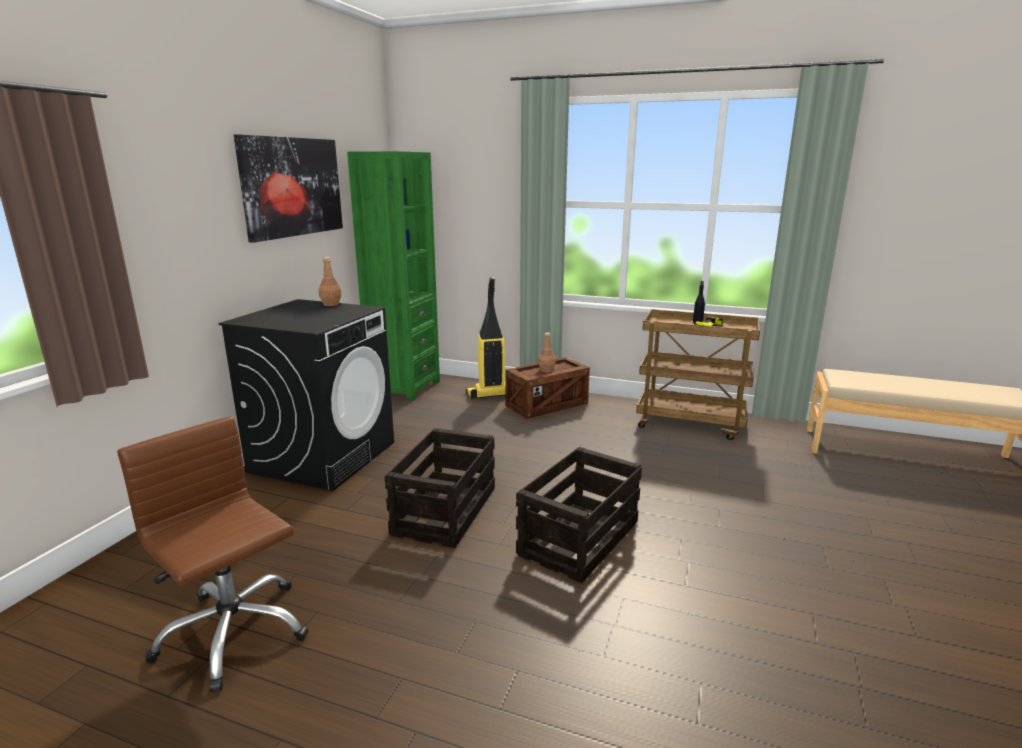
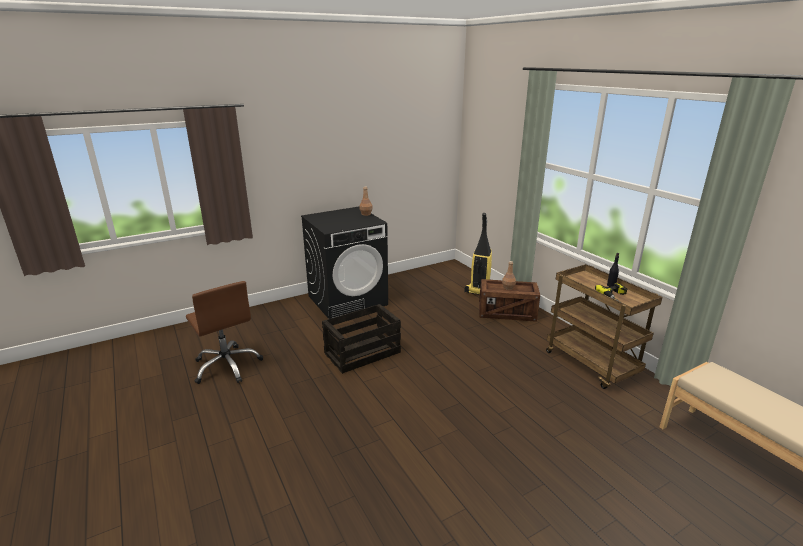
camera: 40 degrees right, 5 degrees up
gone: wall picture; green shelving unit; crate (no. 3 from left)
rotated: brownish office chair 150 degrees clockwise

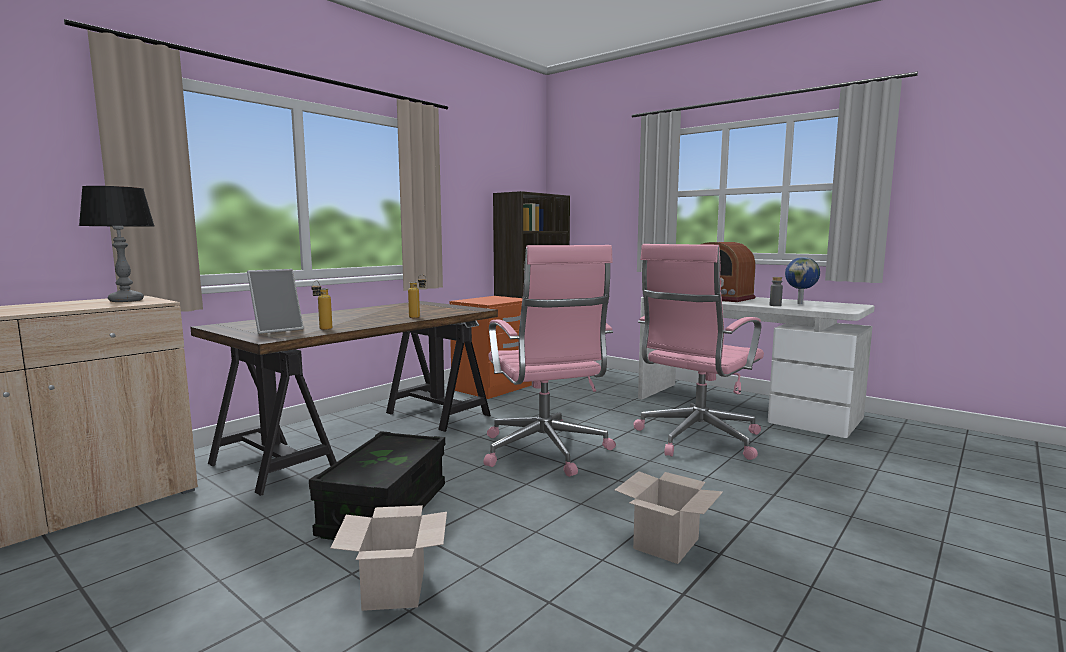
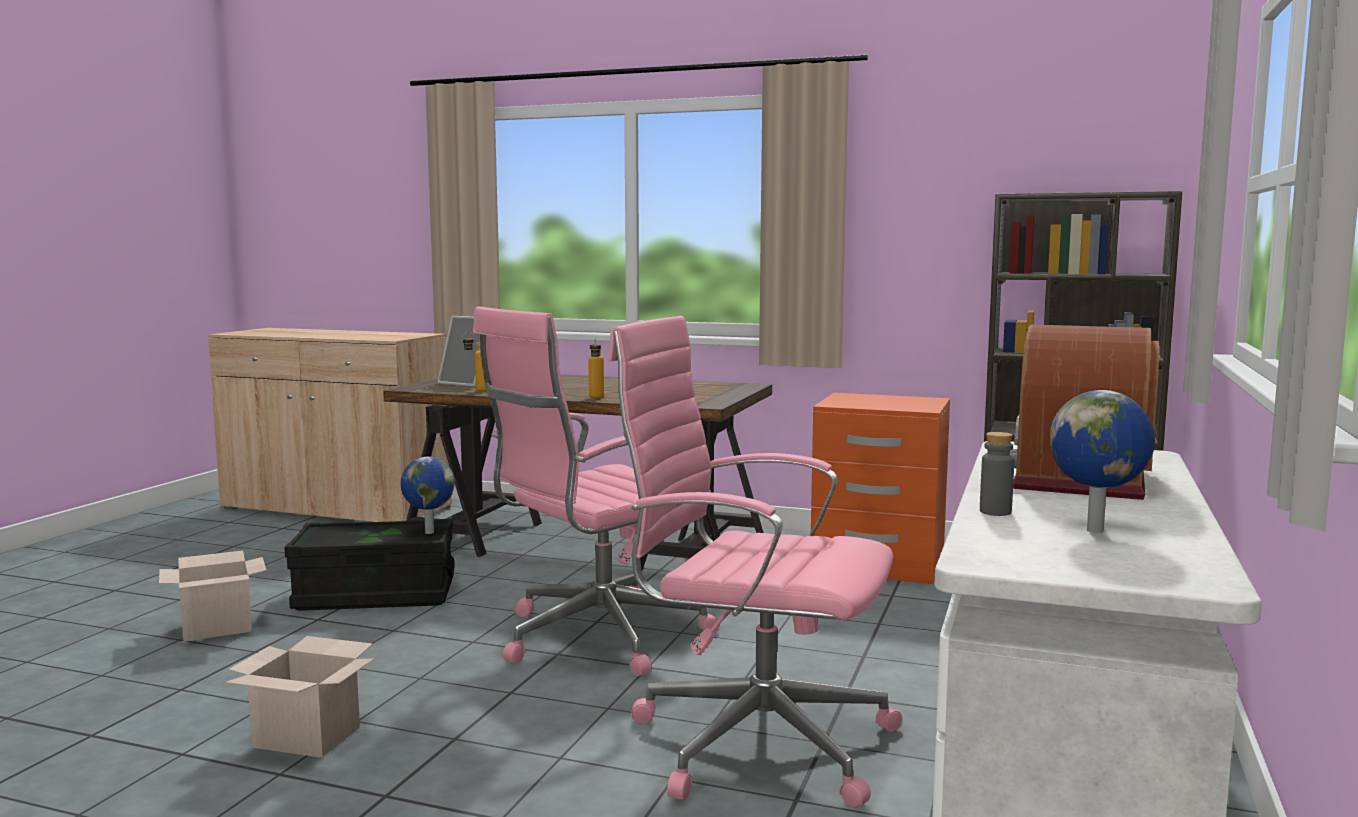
camera: 70 degrees right, 0 degrees up
gone: lamp for a table
new: globe (no. 1 from left)

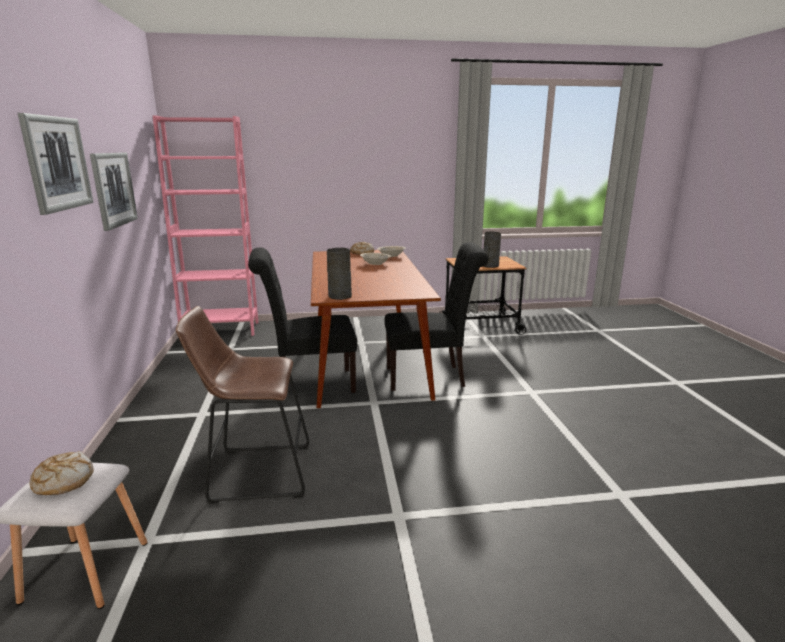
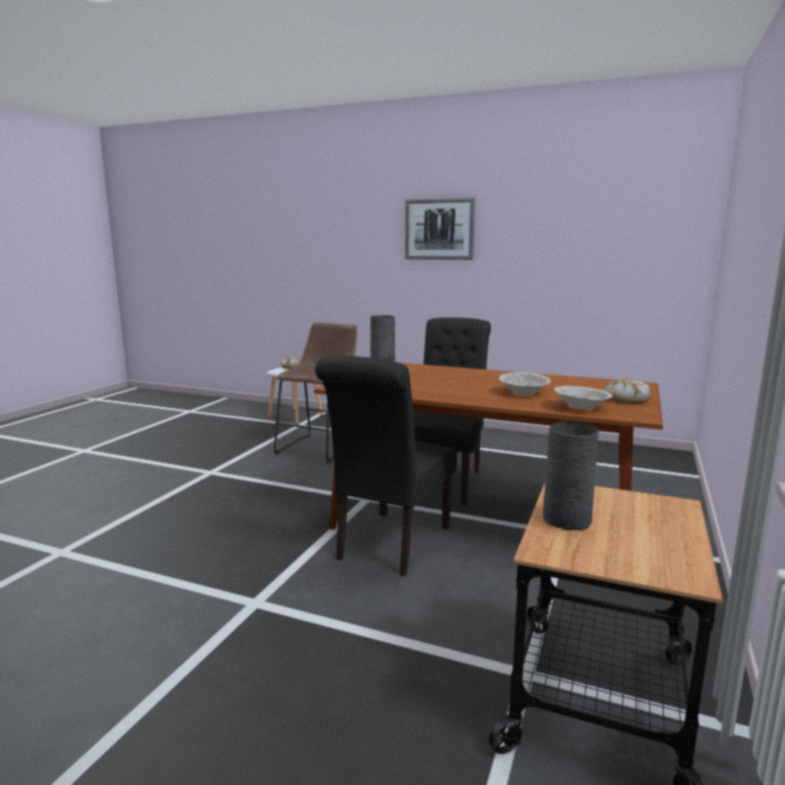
camera: 120 degrees right, 5 degrees down
gone: pink shelving unit; wall picture (no. 2 from left)

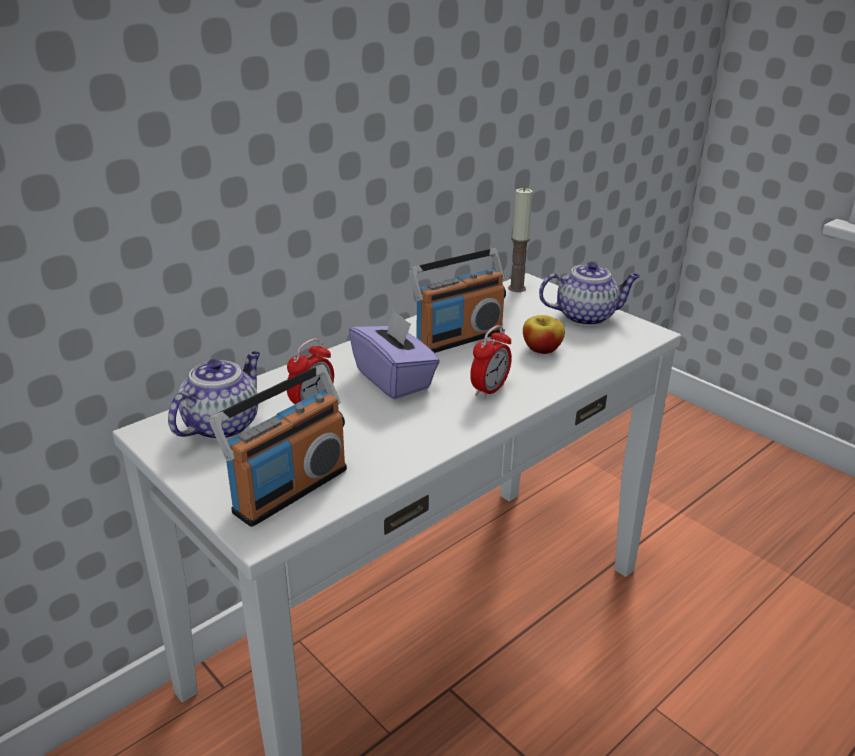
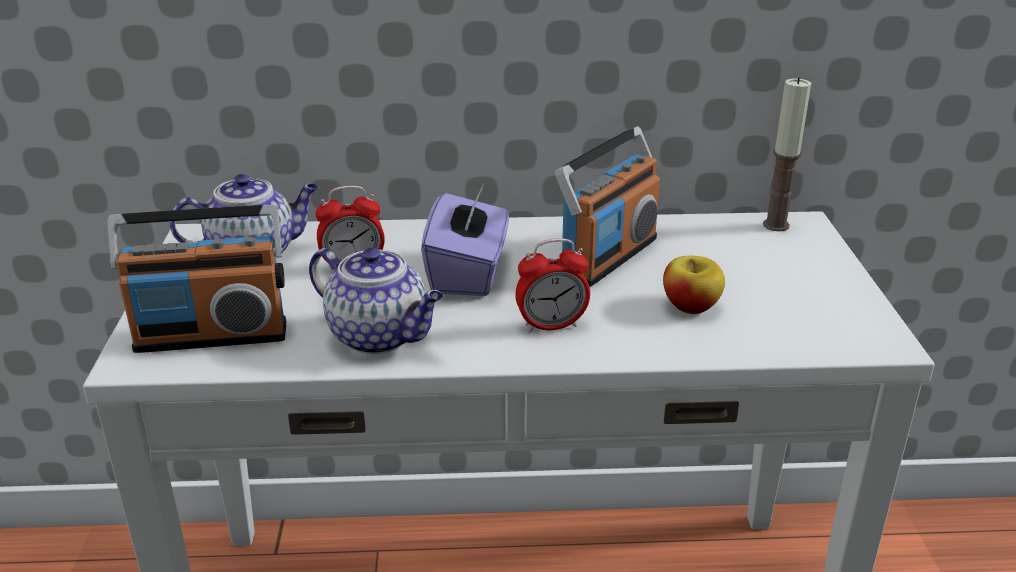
camera: 40 degrees right, 0 degrees up
shifted: tea pot (no. 2 from left)
rotated: radio set (no. 2 from left) 60 degrees counterclockwise

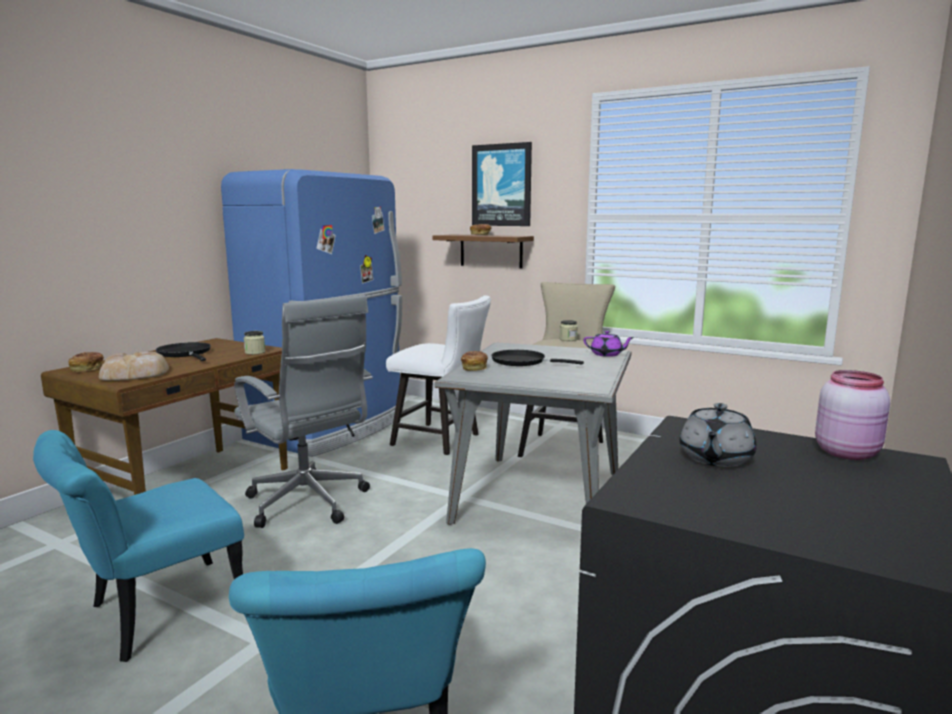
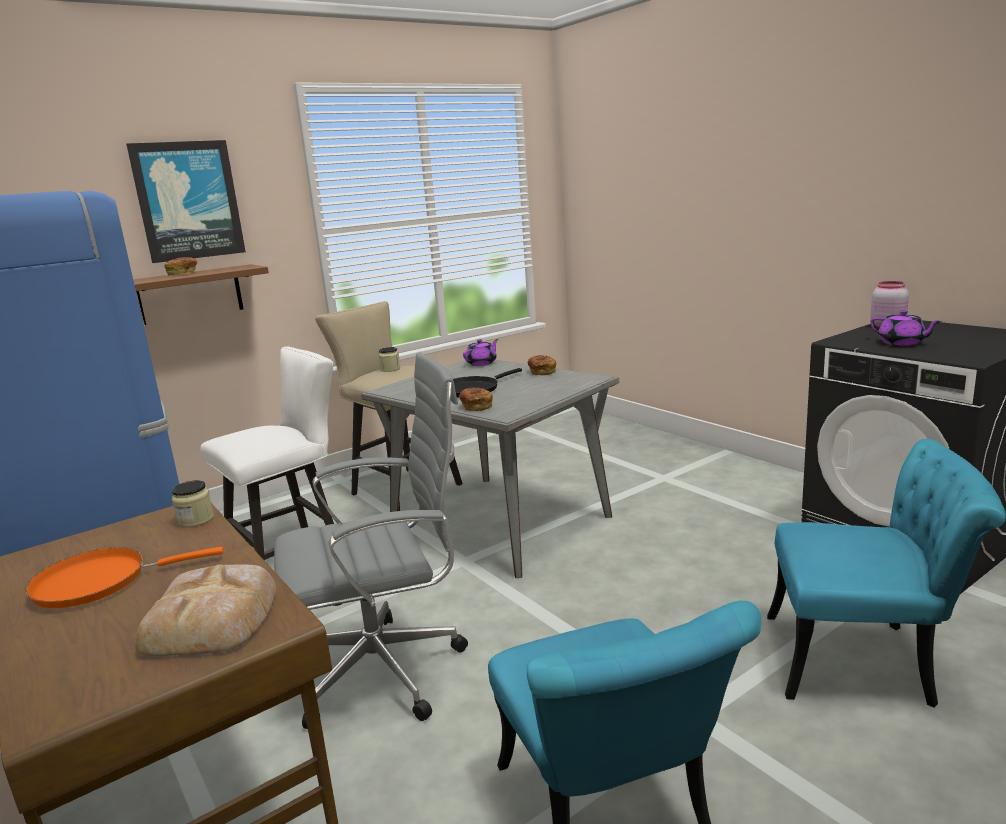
camera: 65 degrees left, 5 degrees up
shifted: bread (no. 1 from left in the first image) to bread (no. 4 from left)
repainted: black-coloured skillet (no. 1 from left) to orangey skillet; grey tea pot to purple-coloured tea pot (no. 2 from left)

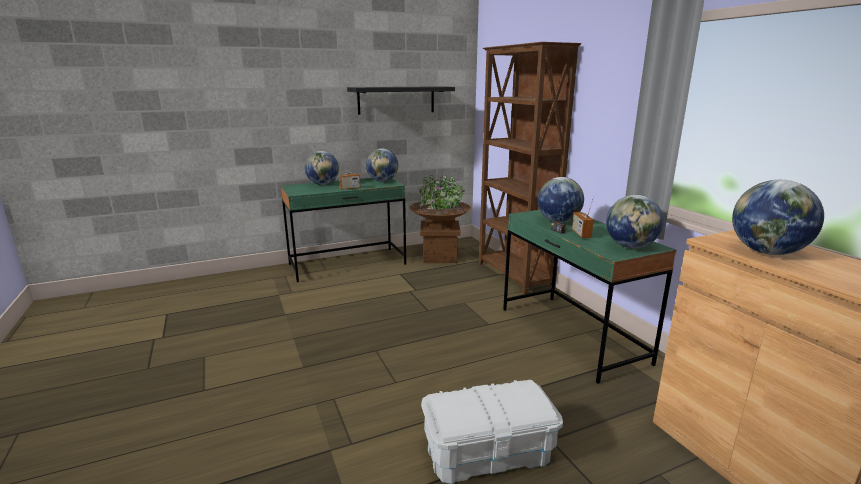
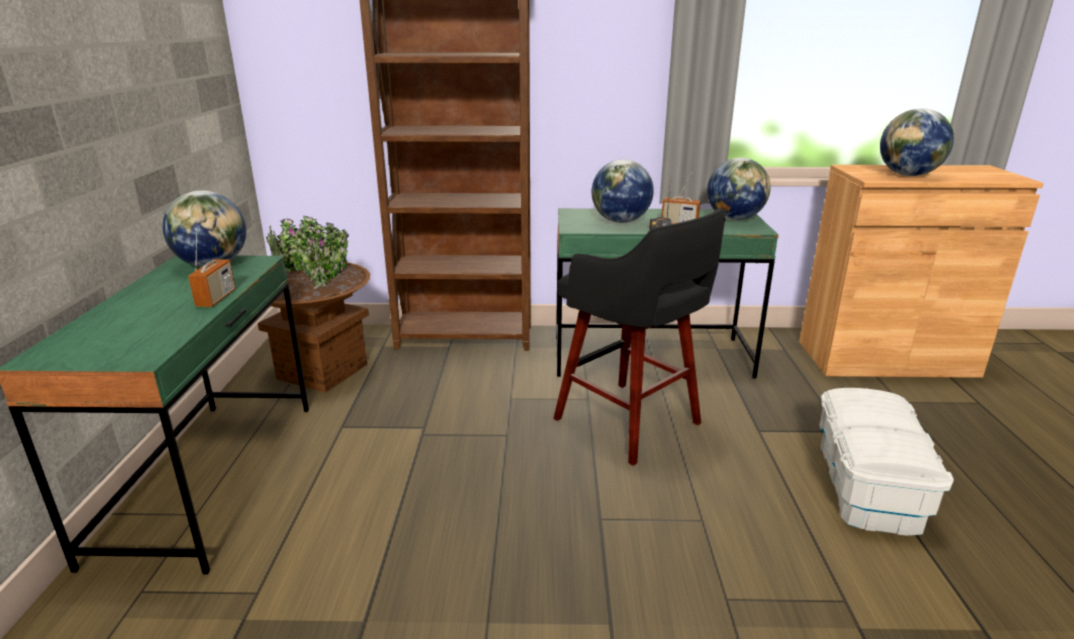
camera: 65 degrees left, 5 degrees up
gone: black-coloured shelf; globe (no. 1 from left)
new: black-coloured sitting stool

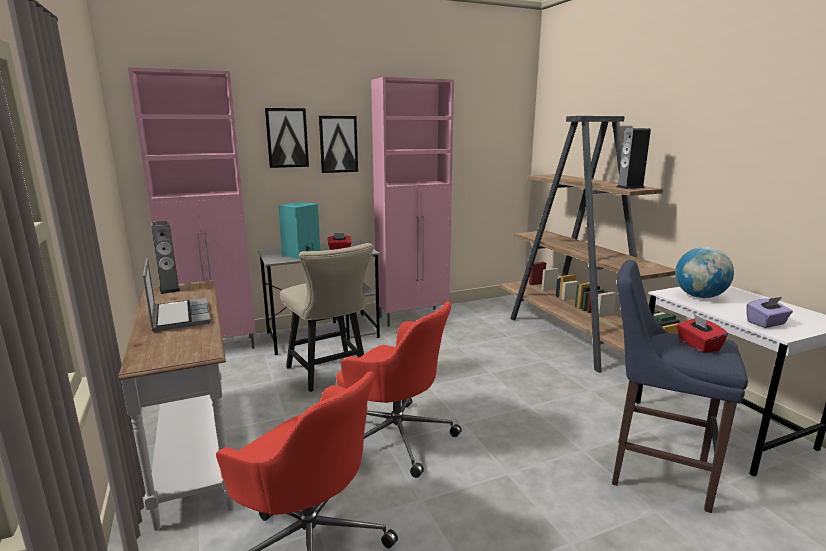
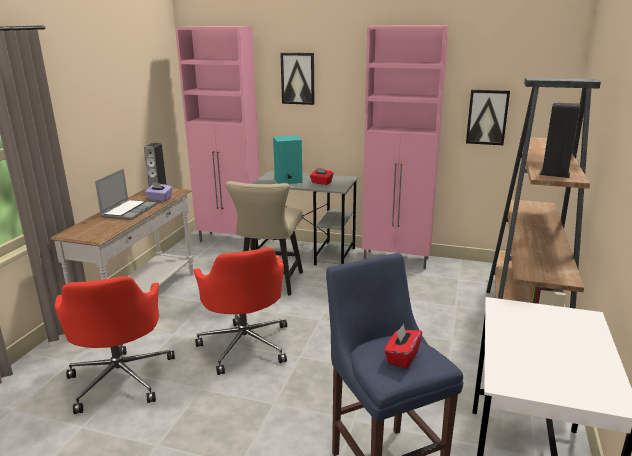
camera: 40 degrees right, 5 degrees up
gone: globe
shifted: wall picture (no. 2 from left); purple-coloured tissue holder

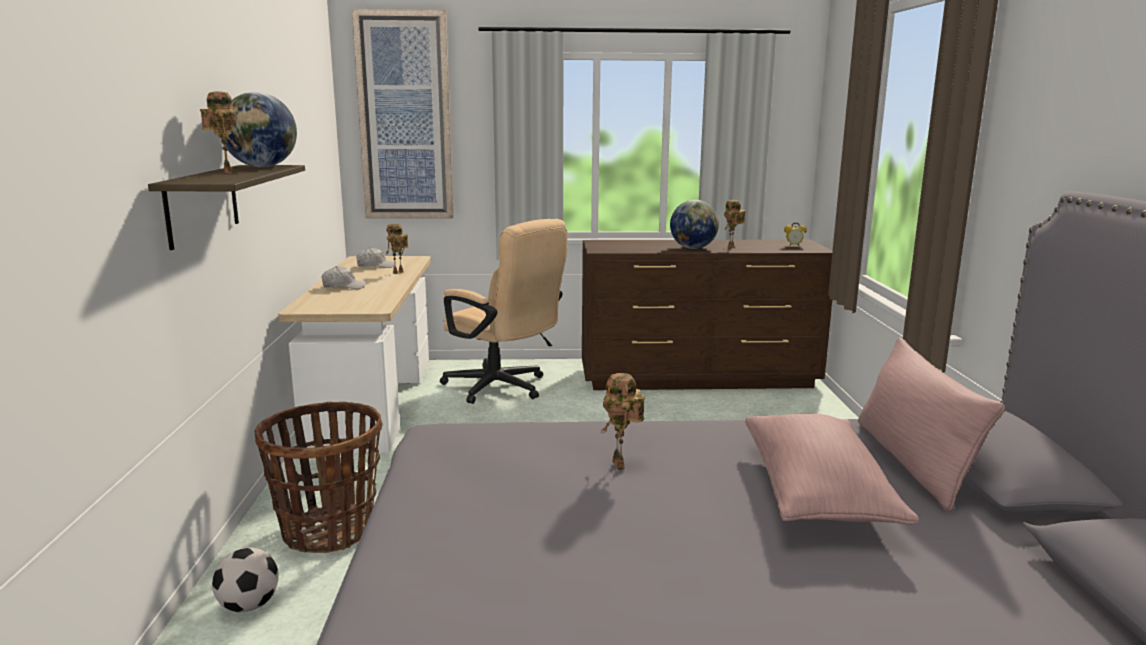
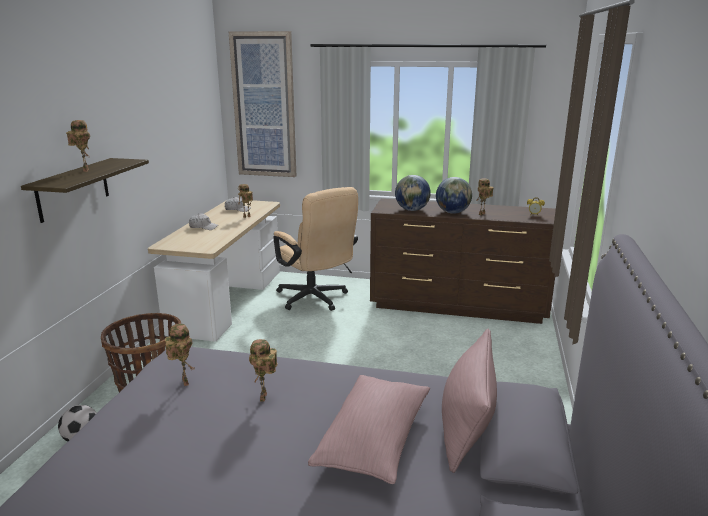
camera: 15 degrees right, 5 degrees up
new: toy robot (no. 2 from left)
shifted: globe (no. 1 from left)

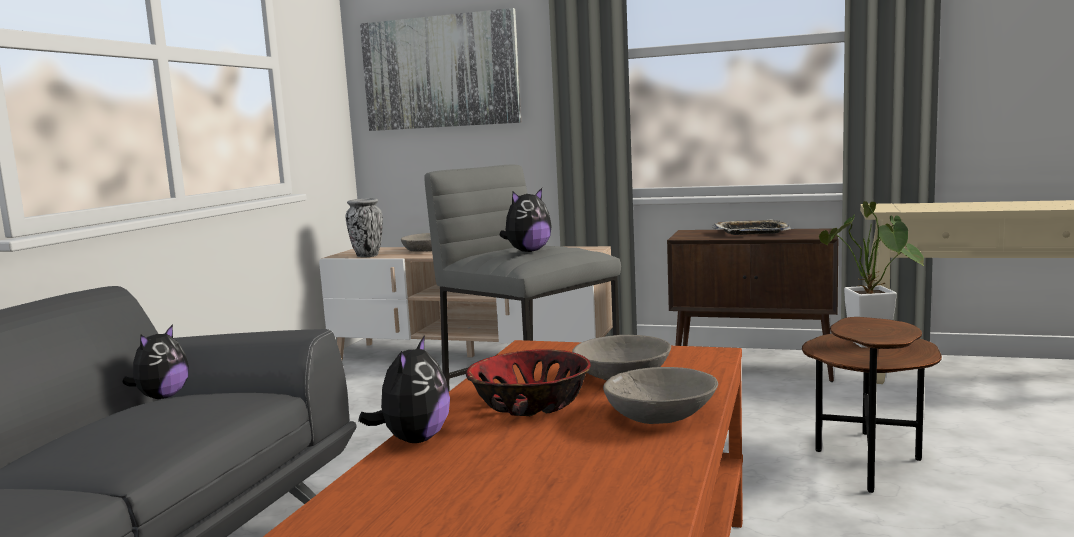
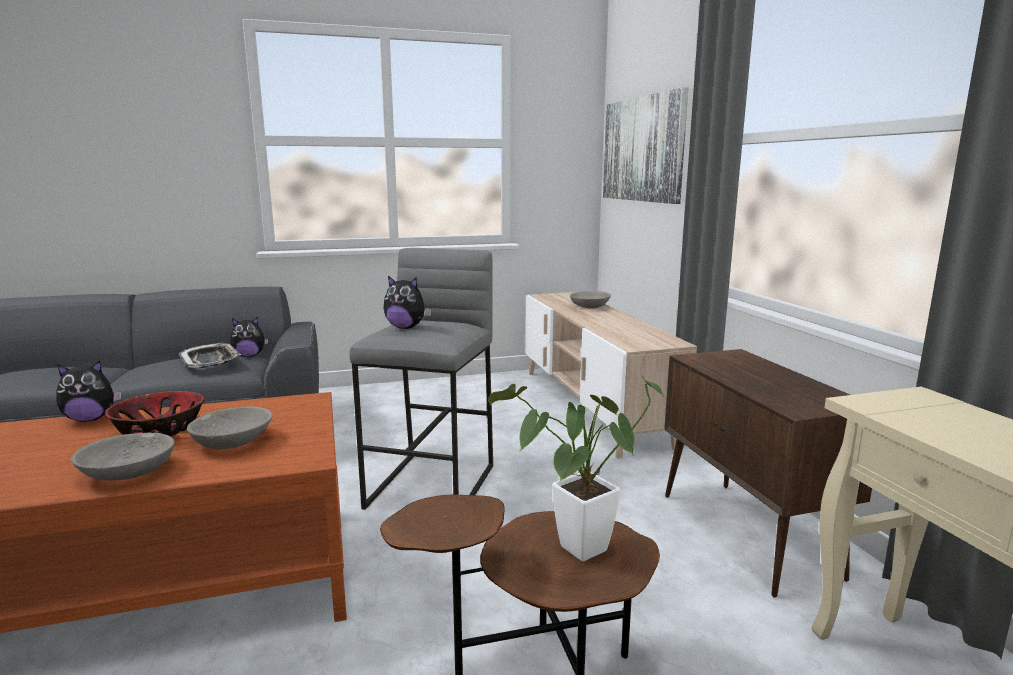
camera: 55 degrees right, 5 degrees up
gone: flower vase
shifted: carrying tray

